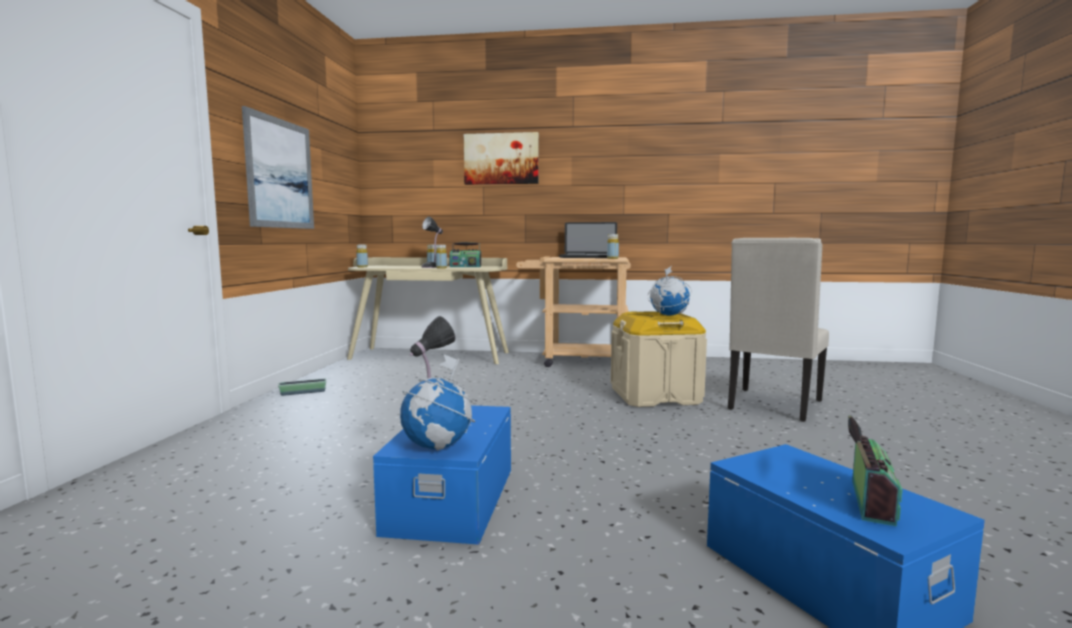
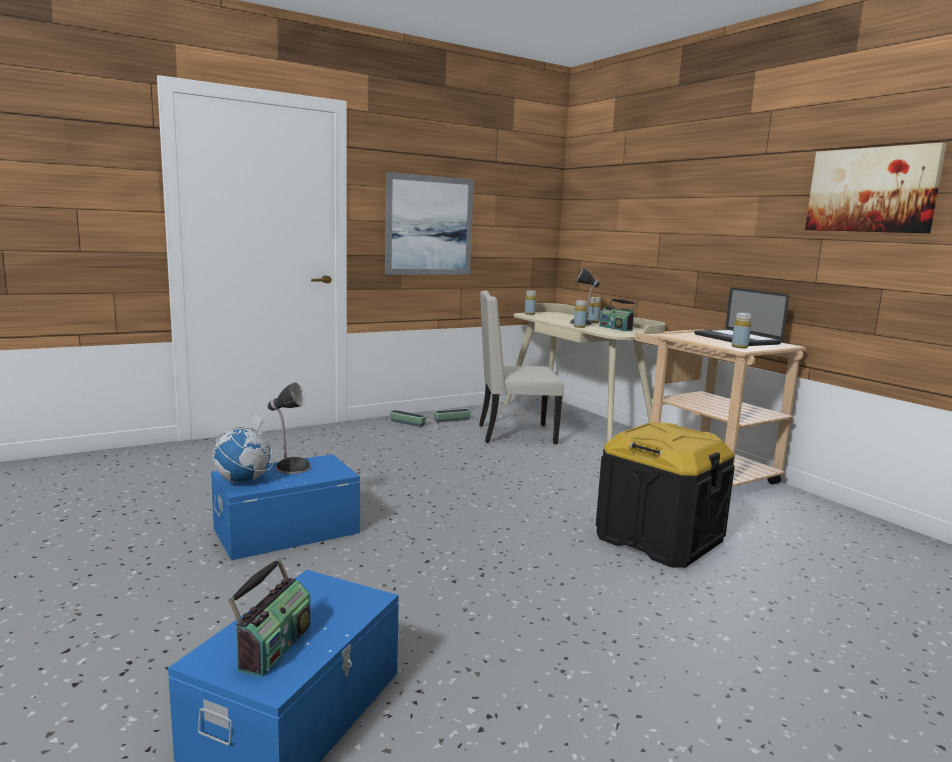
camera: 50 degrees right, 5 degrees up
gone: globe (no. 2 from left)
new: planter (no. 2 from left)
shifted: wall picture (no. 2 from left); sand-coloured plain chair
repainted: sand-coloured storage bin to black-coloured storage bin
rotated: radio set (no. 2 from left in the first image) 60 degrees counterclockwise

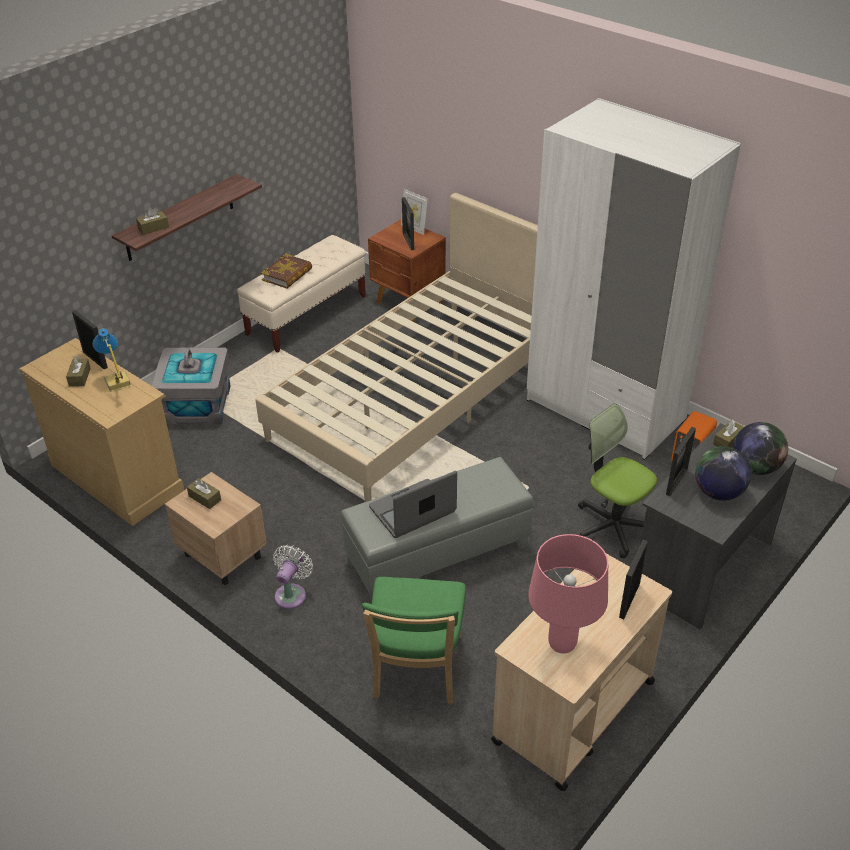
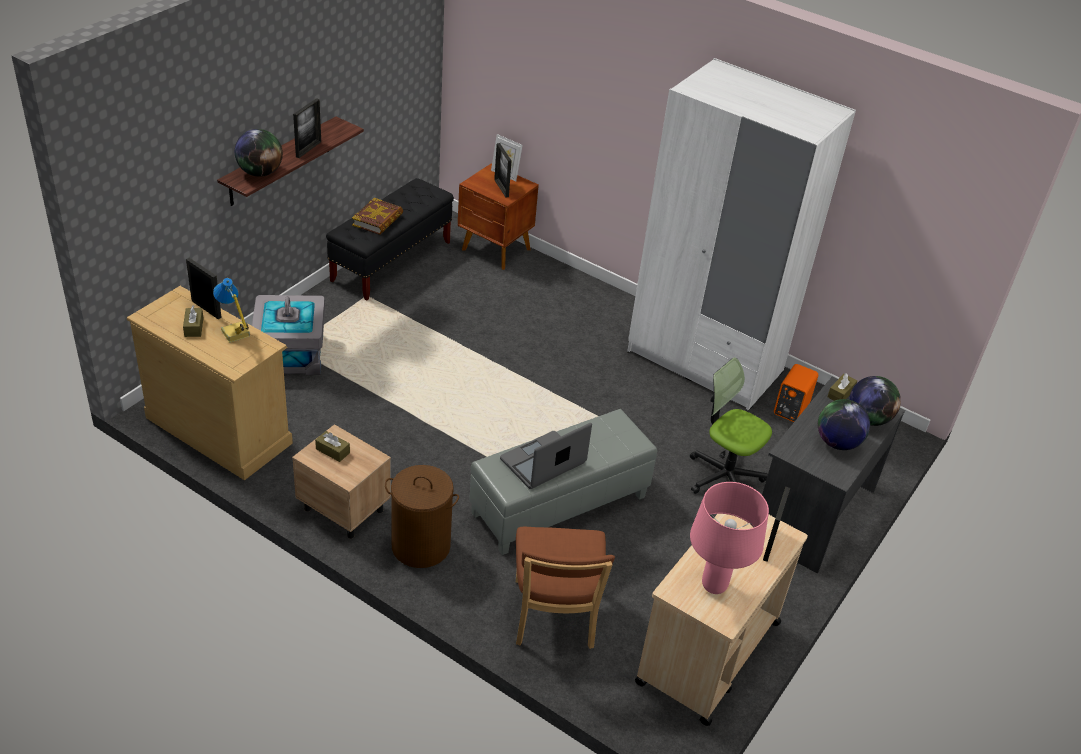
camera: 10 degrees left, 0 degrees up
gone: sand-coloured bed
shifted: photo frame (no. 5 from left in the first image) to photo frame (no. 2 from left)
swapped: brownish tissue holder (no. 2 from left) to globe (no. 1 from left); white cooling fan to brownish laundry basket
repainted: sand-coloured bench to black-coloured bench; green plain chair to brownish plain chair

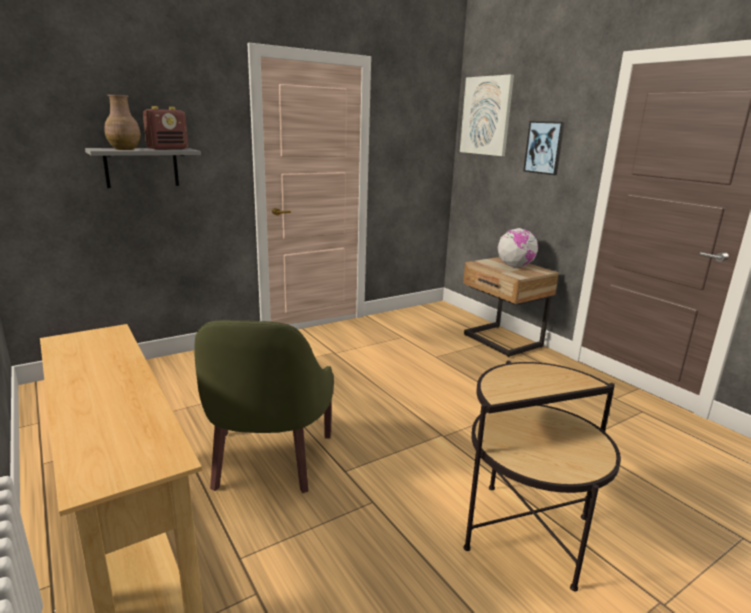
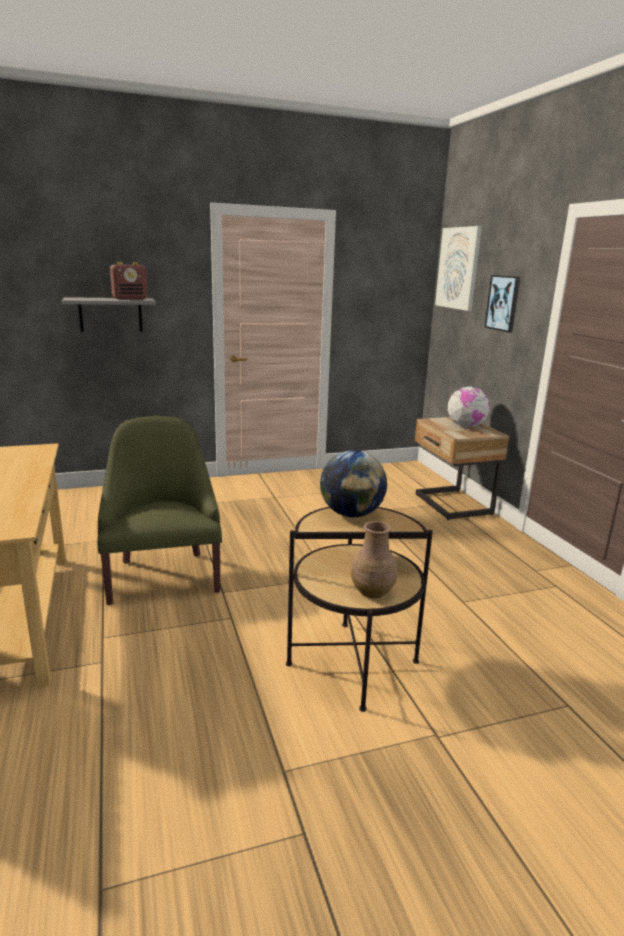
camera: 15 degrees right, 0 degrees up
new: globe (no. 1 from left)
shifted: brownish flower vase
rotated: green armchair 150 degrees clockwise

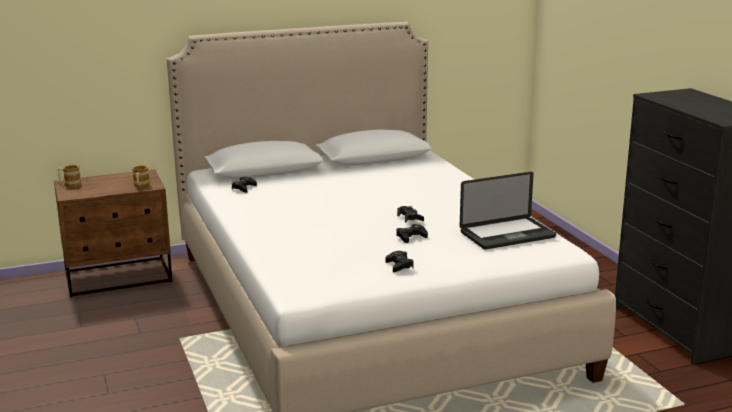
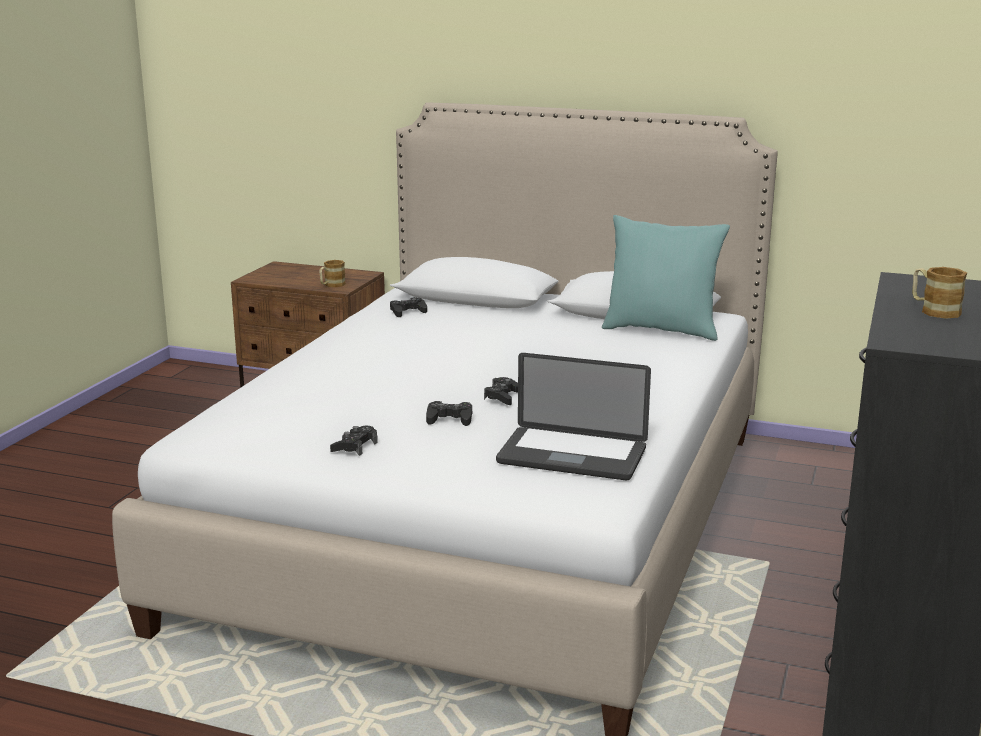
camera: 40 degrees right, 0 degrees up
new: blue-green throw pillow
shifted: coffee mug (no. 1 from left in the first image) to coffee mug (no. 2 from left)

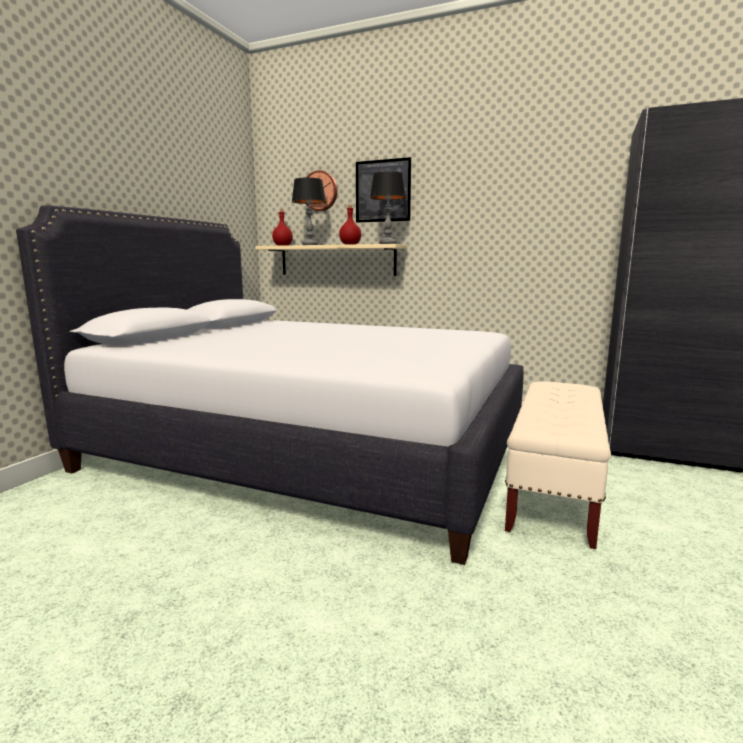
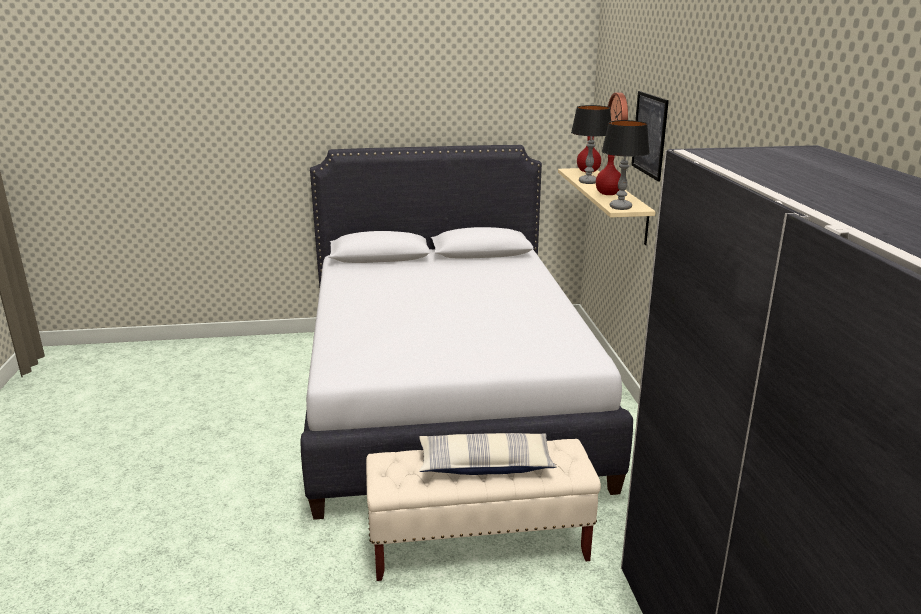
camera: 60 degrees right, 10 degrees up
new: throw pillow

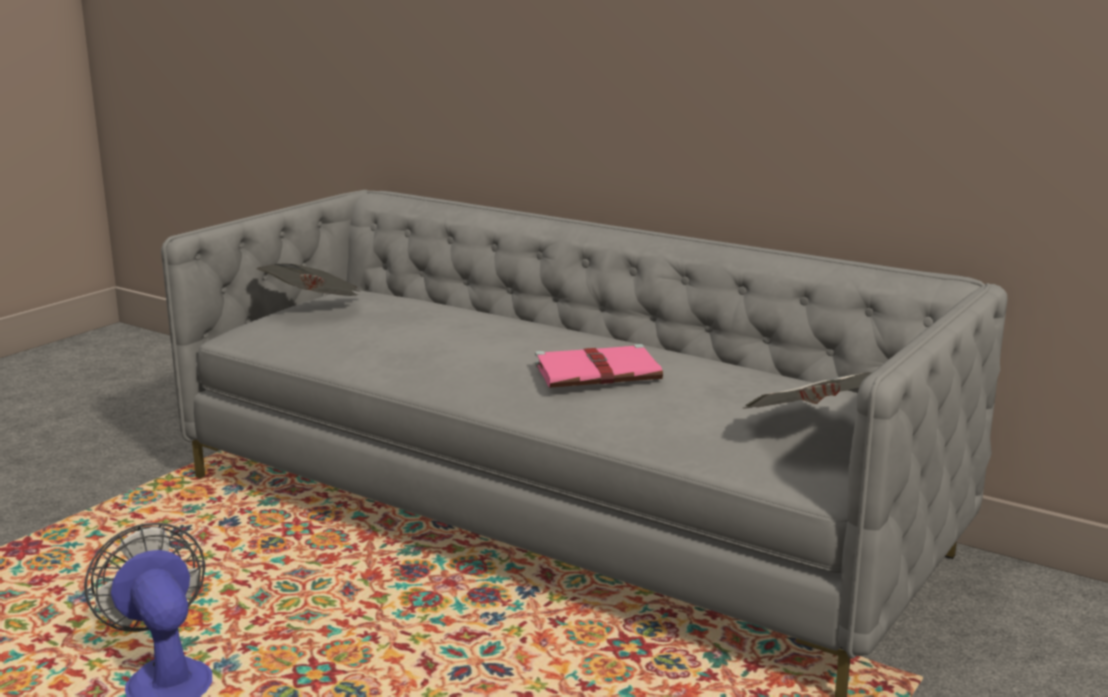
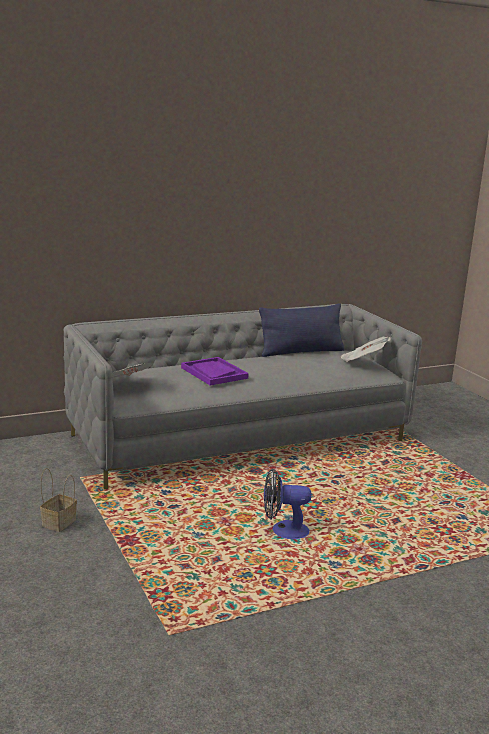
camera: 60 degrees left, 0 degrees up
gone: pink volume
new: blue throw pillow; purple-coloured carrying tray; storage basket

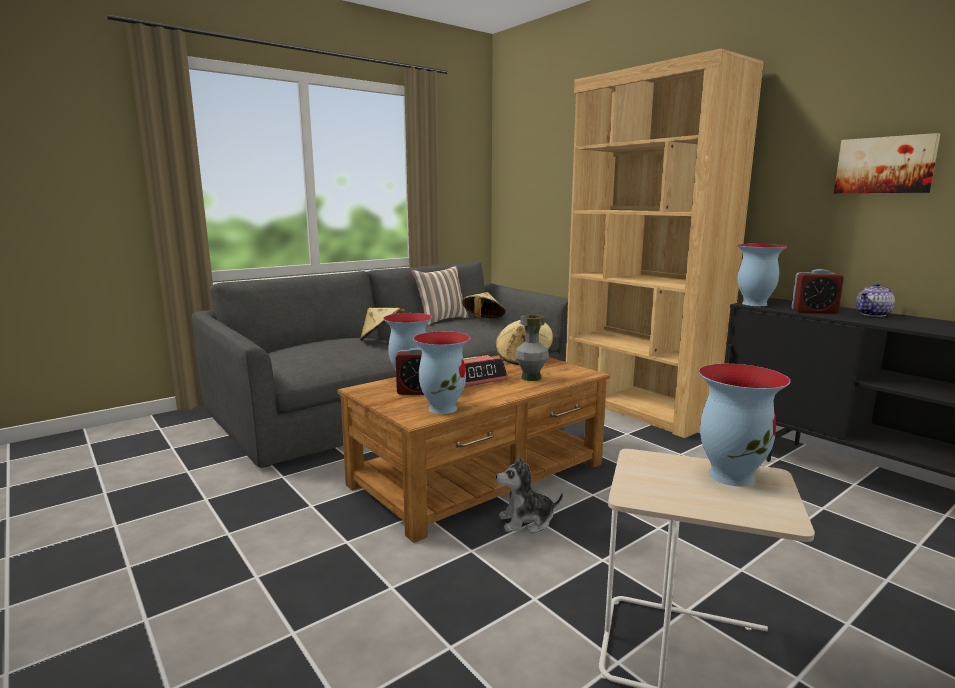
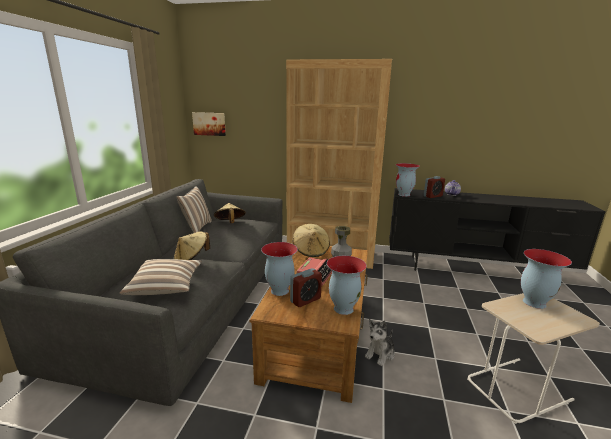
camera: 40 degrees left, 5 degrees up
new: throw pillow (no. 1 from left)
shifted: wall picture

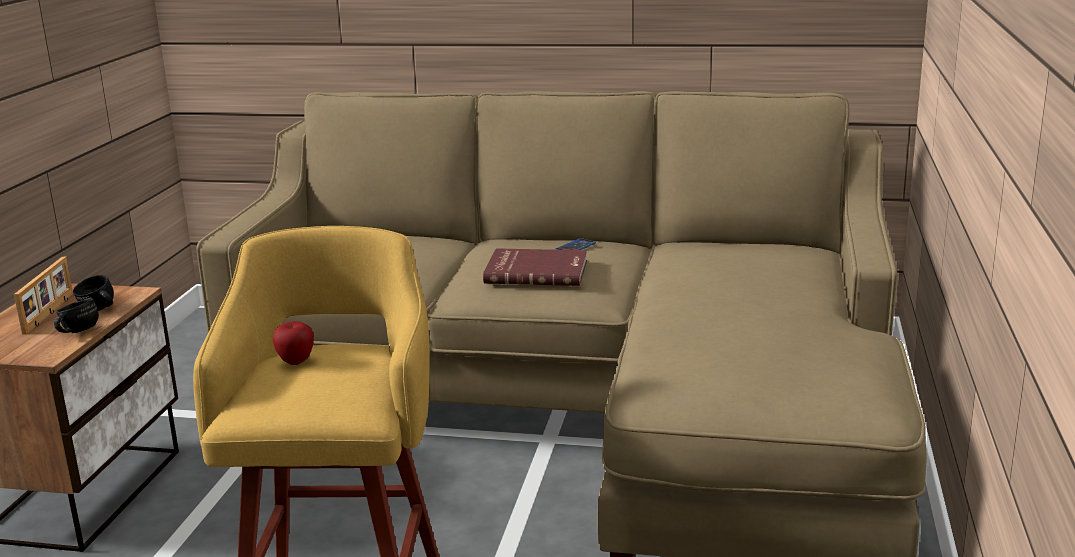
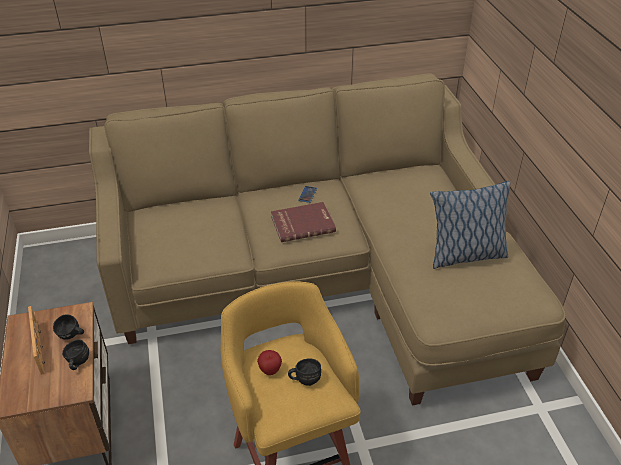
camera: 25 degrees left, 20 degrees up
new: throw pillow; black-coloured coffee mug (no. 3 from left)

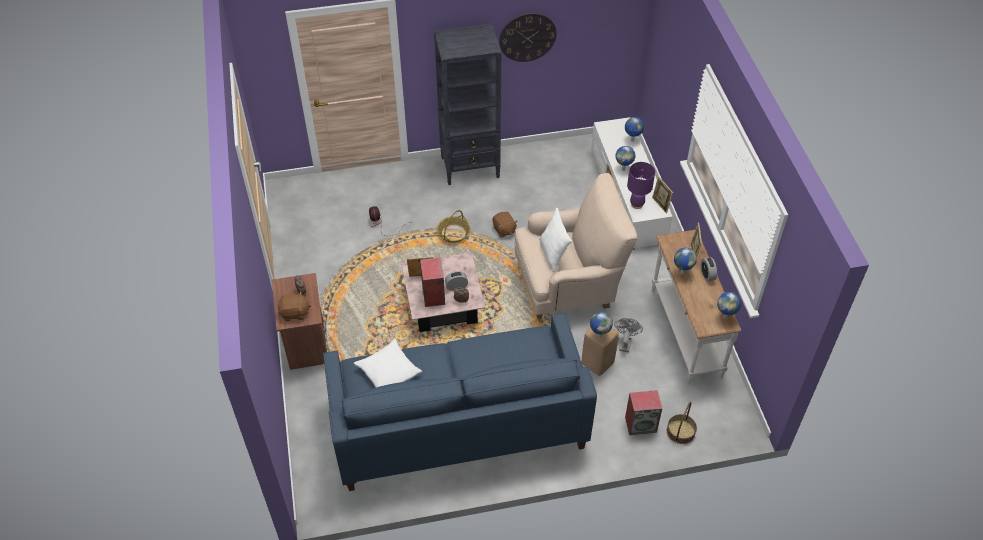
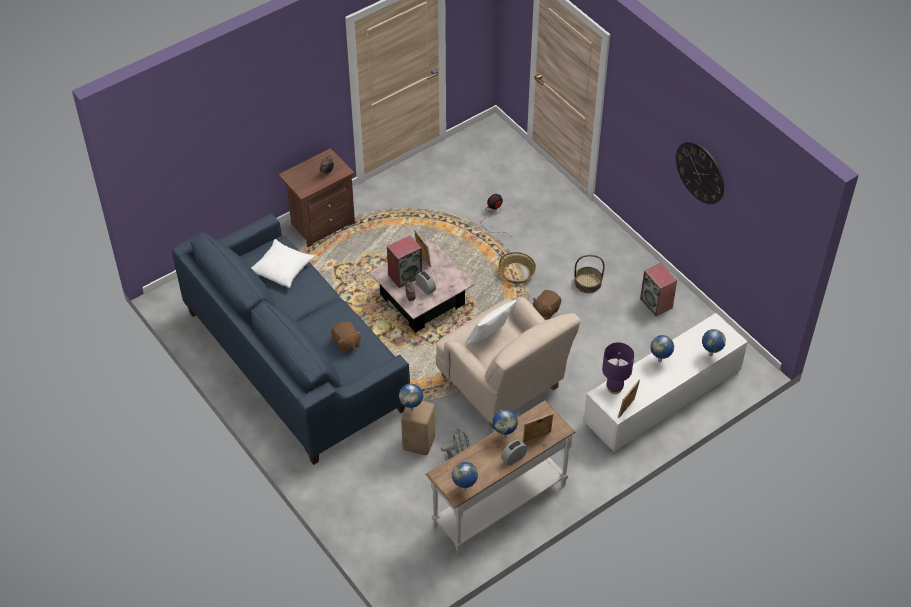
camera: 65 degrees right, 0 degrees up
gone: black-coloured shelving unit
shifted: brownish plush toy (no. 1 from left); speaker (no. 2 from left); storage basket (no. 2 from left)

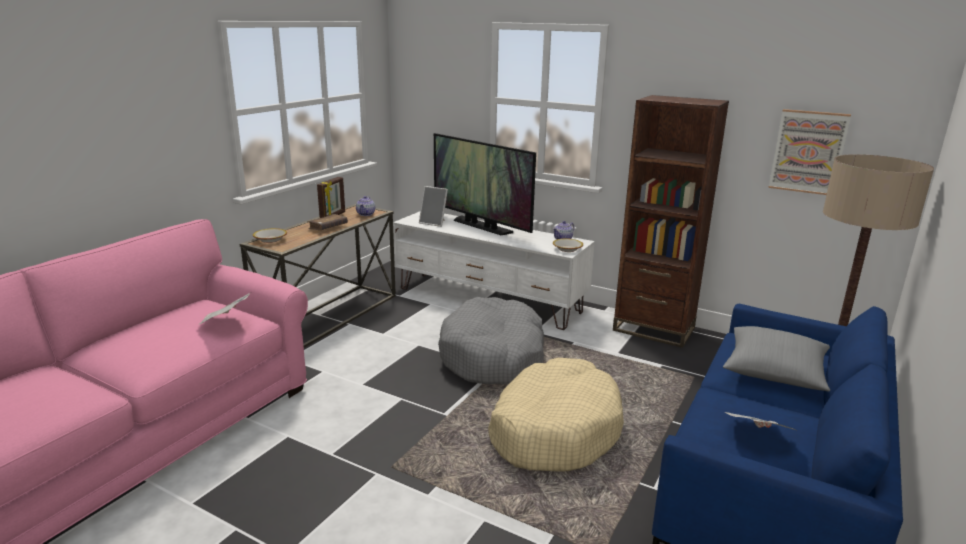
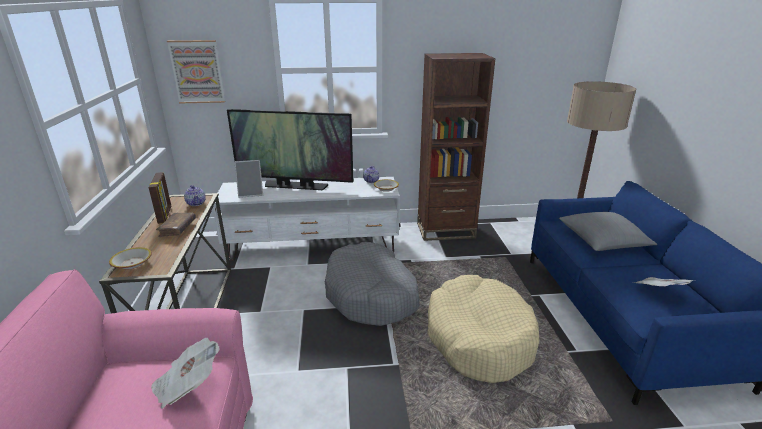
camera: 35 degrees left, 5 degrees up
shifted: wall picture

